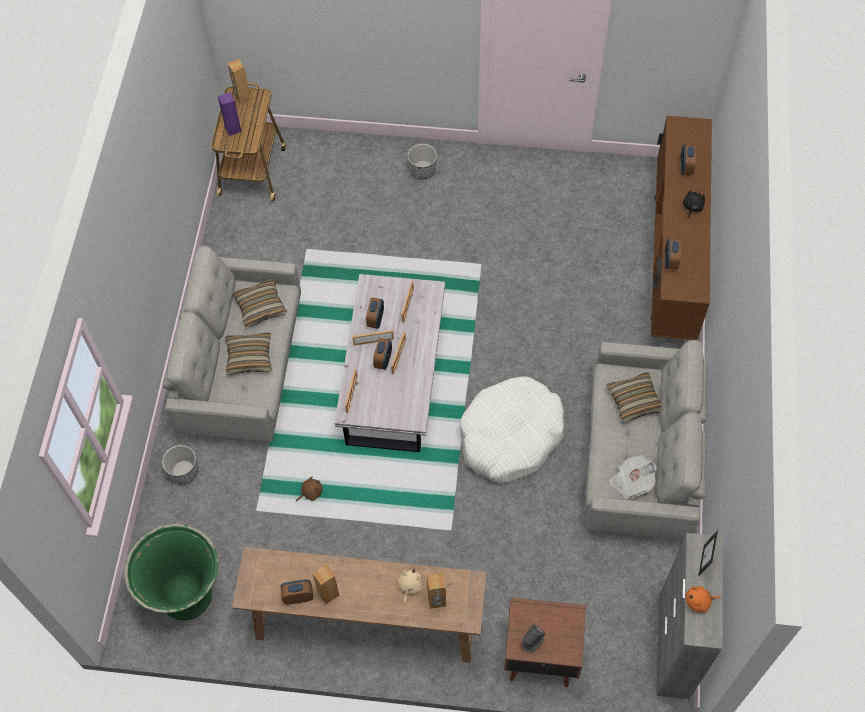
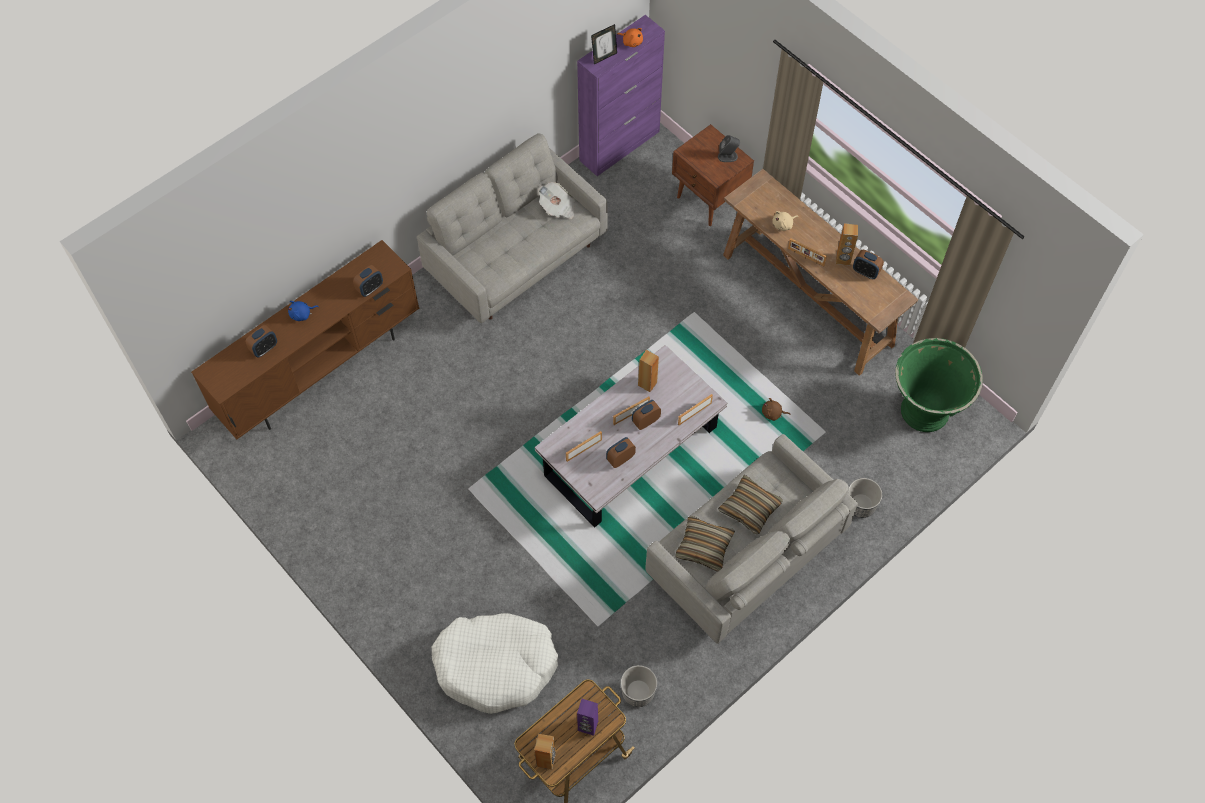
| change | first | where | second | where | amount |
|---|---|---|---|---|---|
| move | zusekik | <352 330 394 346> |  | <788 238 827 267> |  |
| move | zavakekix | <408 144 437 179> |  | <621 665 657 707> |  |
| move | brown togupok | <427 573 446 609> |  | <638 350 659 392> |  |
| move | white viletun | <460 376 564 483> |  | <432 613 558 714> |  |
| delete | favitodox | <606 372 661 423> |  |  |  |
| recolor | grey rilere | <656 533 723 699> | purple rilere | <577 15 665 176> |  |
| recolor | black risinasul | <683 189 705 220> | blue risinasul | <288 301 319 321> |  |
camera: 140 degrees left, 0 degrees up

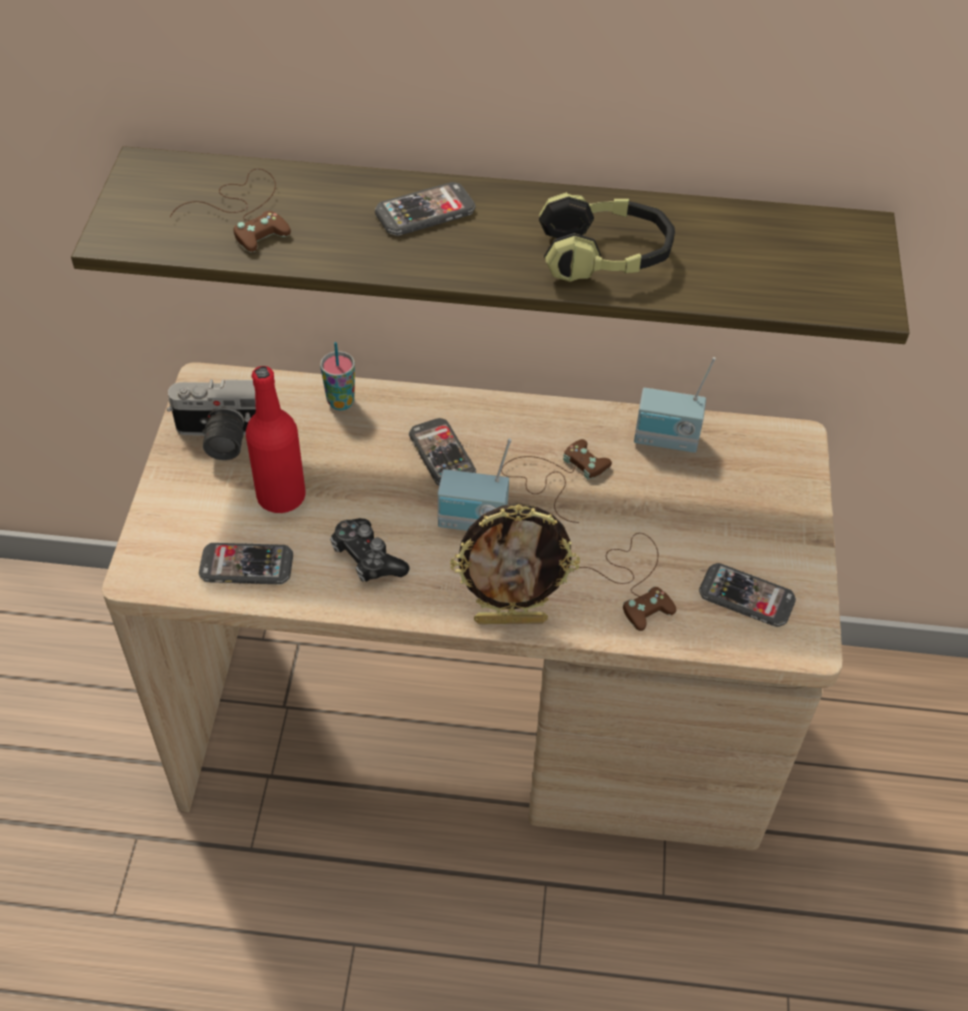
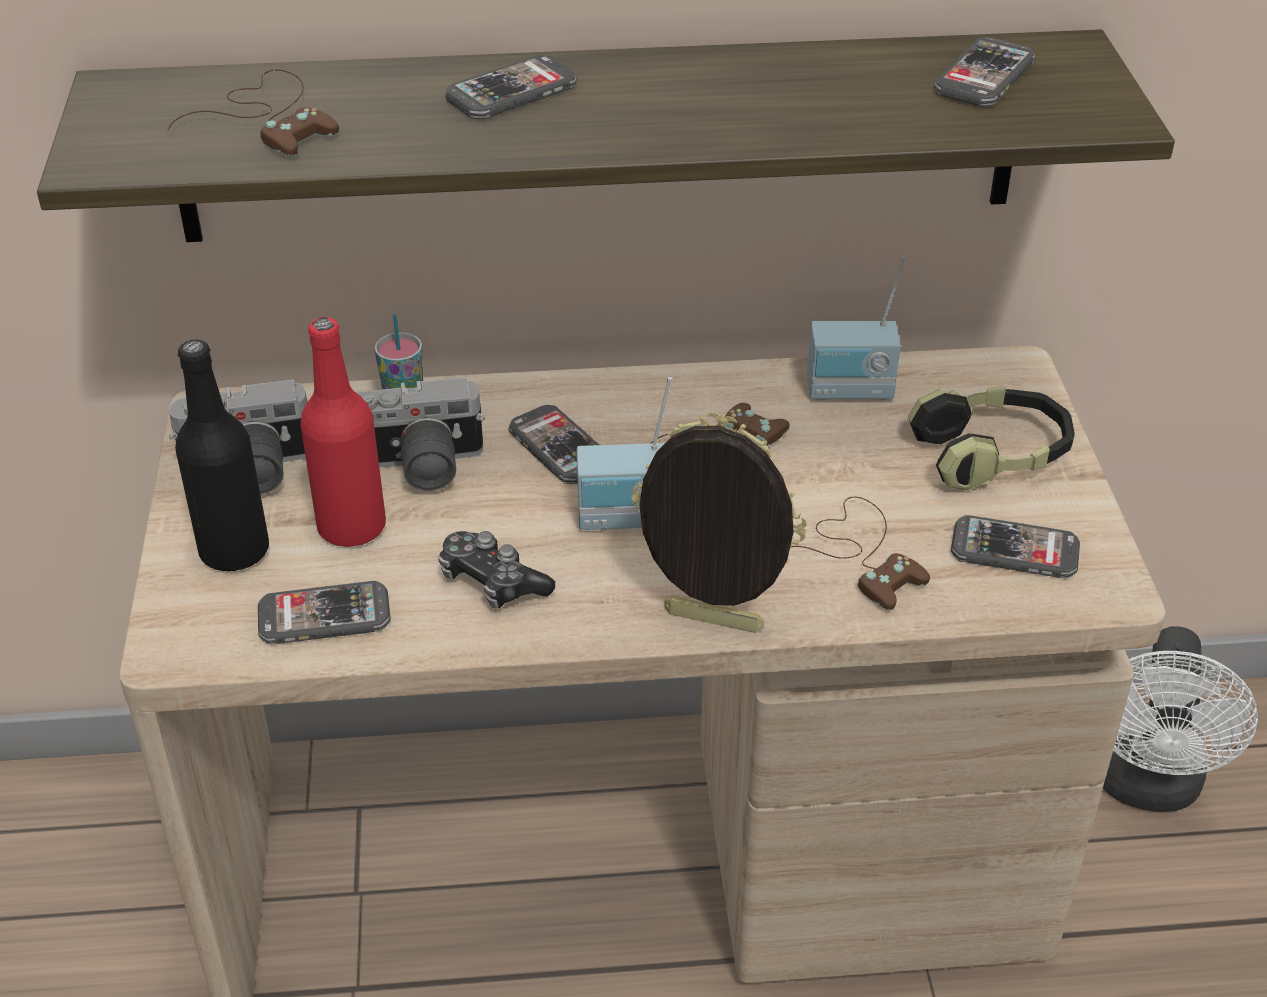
| change | first | where | second | where | amount |
|---|---|---|---|---|---|
| rotate | zusekik | <450 503 580 624> |  | <631 412 806 633> | 150 degrees counterclockwise |
| move | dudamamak | <539 192 675 282> |  | <908 386 1075 490> |  |
| insert |  |  | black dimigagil | <175 339 269 572> |  |
| insert |  |  | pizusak | <356 377 485 491> |  |
| insert |  |  | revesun | <934 37 1035 106> |  |
| insert |  |  | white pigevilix | <1103 626 1258 812> |  |
camera: 10 degrees left, 10 degrees down

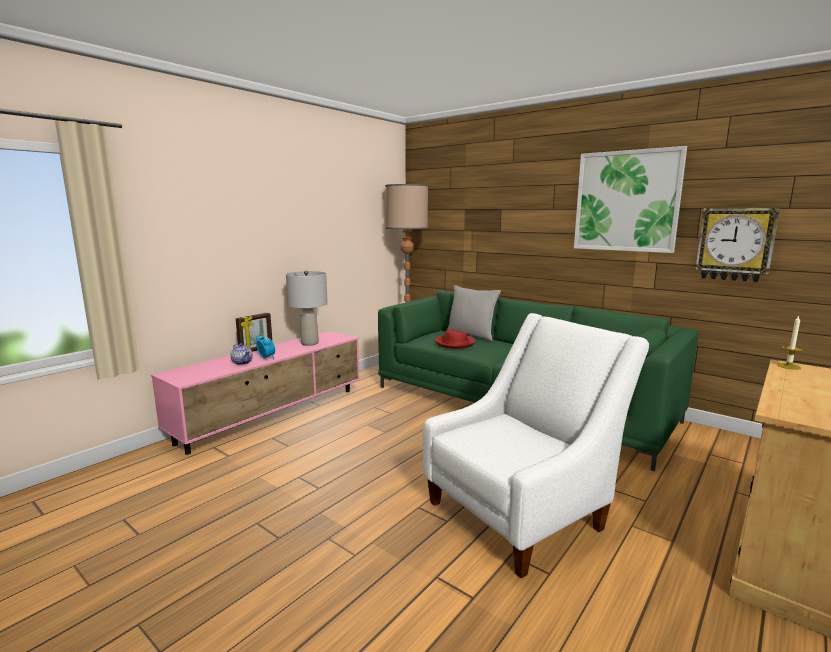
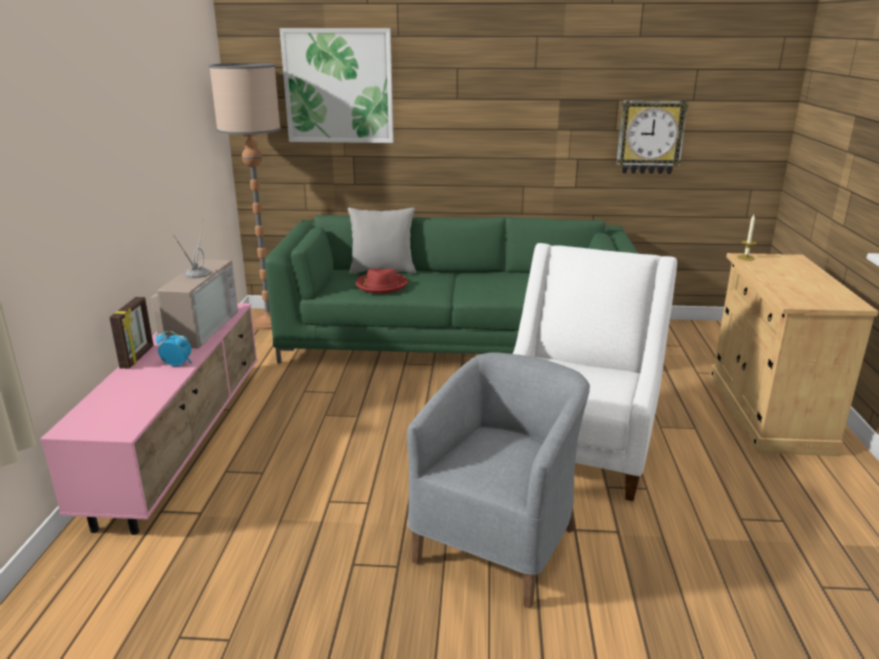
| change | first | where | second | where | amount |
|---|---|---|---|---|---|
| delete | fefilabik | <231 343 253 365> |  |  |  |
| replace | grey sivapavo | <286 270 328 346> | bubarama | <151 218 238 349> |  |
| move | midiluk | <574 146 687 253> |  | <280 28 394 143> |  |
| insert |  |  | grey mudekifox | <407 352 590 608> |  |
camera: 35 degrees left, 10 degrees up

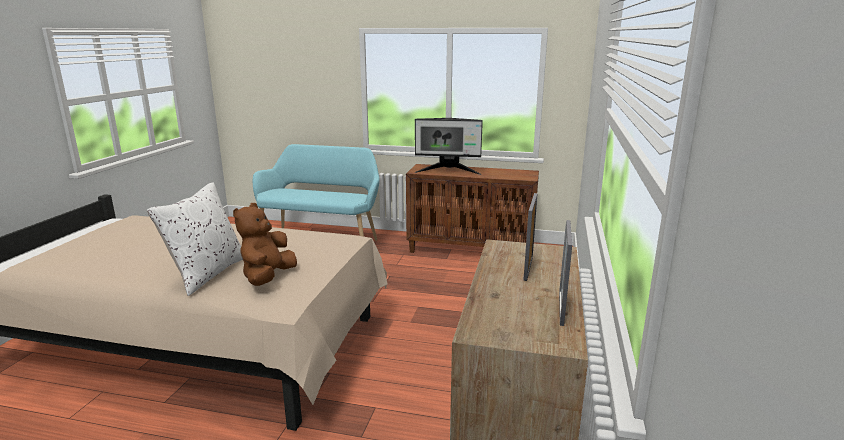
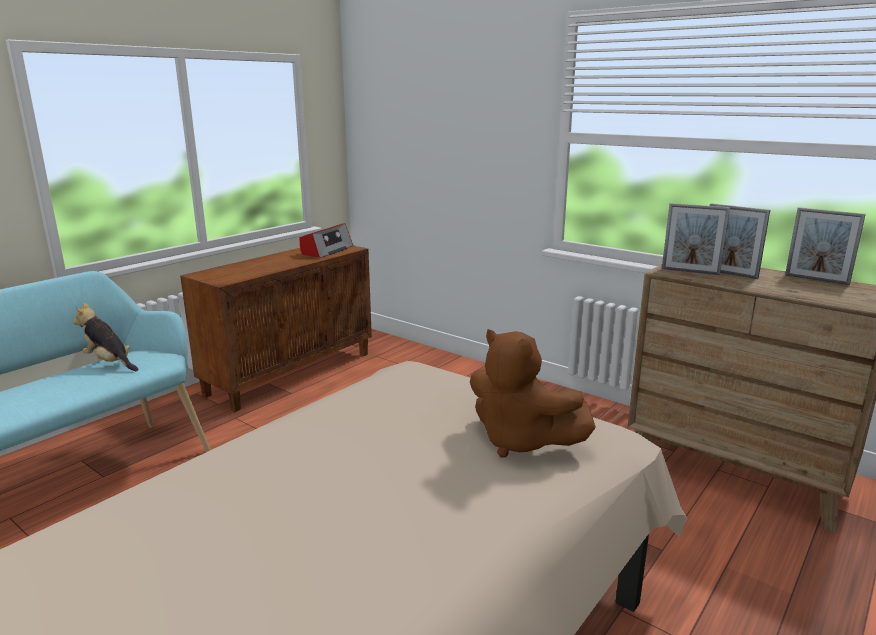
| change | first | where | second | where | amount |
|---|---|---|---|---|---|
| delete | white favitodox | <147 183 243 296> |  |  |  |
| delete | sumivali | <414 118 483 175> |  |  |  |
| insert |  |  | risinasul | <73 302 138 371> |  |
| insert |  |  | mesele | <300 223 353 258> |  |
| insert |  |  | zusekik | <662 203 730 275> |  |
camera: 65 degrees left, 0 degrees up

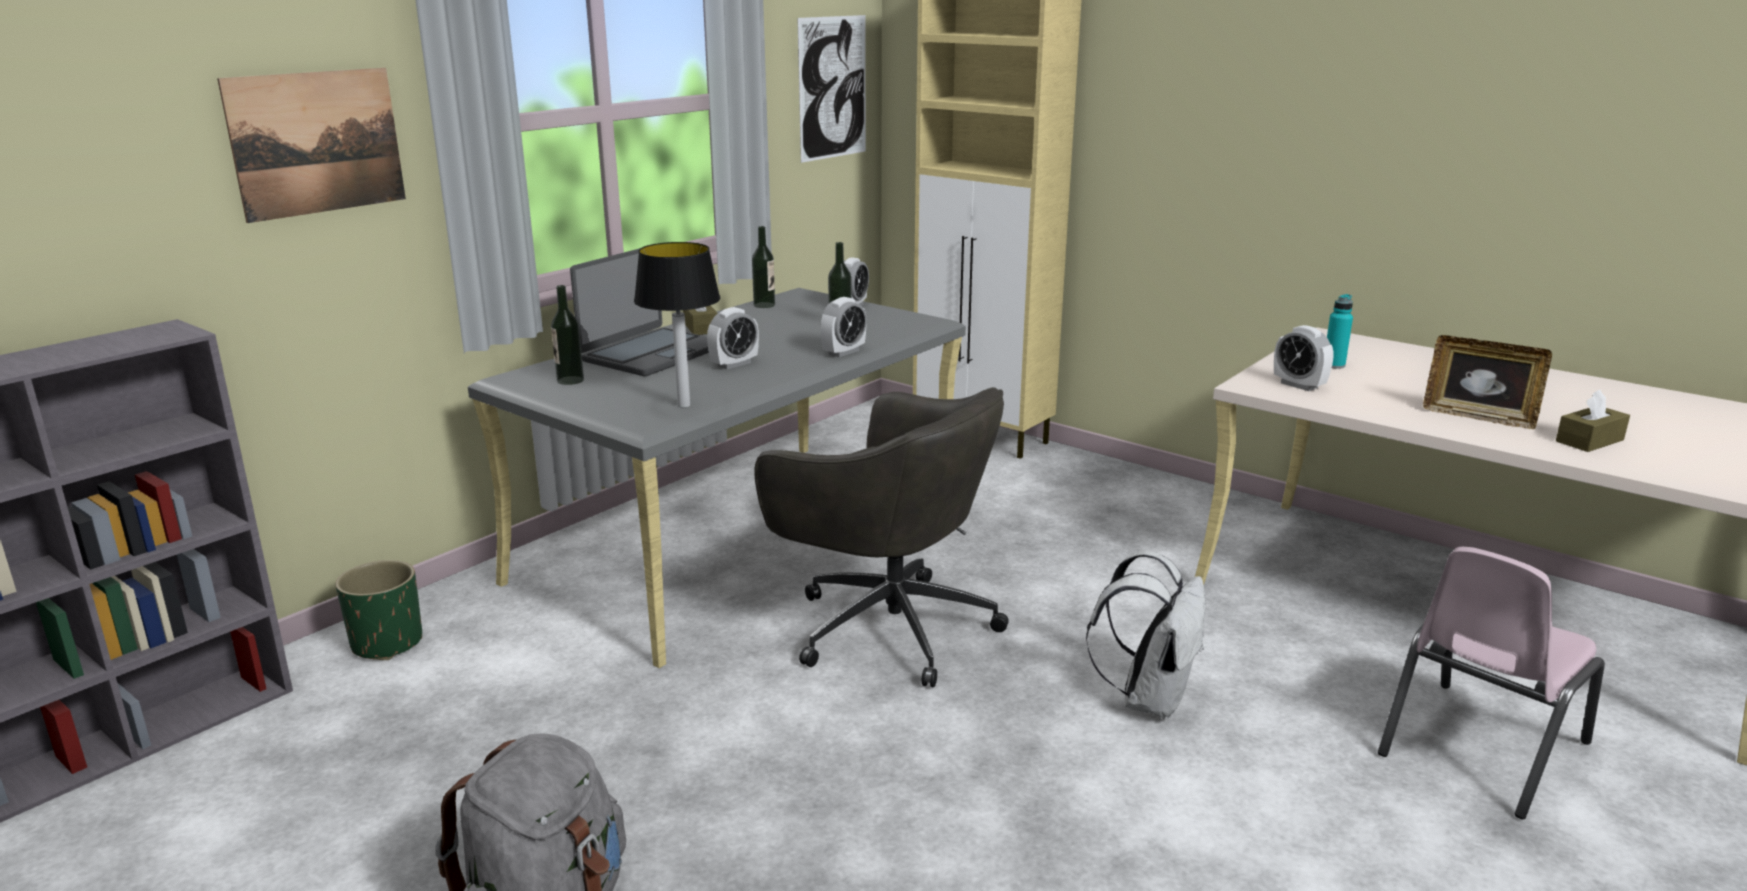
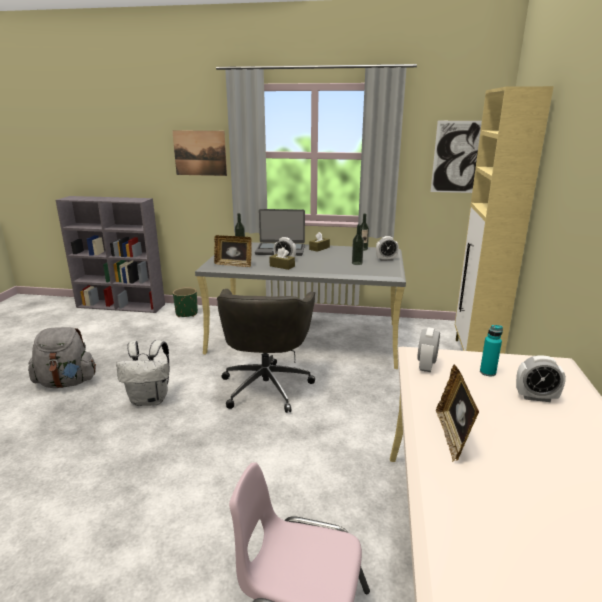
| change | first | where | second | where | amount |
|---|---|---|---|---|---|
| replace | sivapavo | <634 242 720 408> | zusekik | <214 235 252 267> |  |
| move | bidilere | <821 297 867 357> |  | <516 355 566 402> |  |
| move | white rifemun | <1086 551 1206 719> |  | <116 340 169 406> |  |
| move | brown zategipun | <1556 390 1630 452> |  | <269 247 295 270> |  |
camera: 60 degrees right, 0 degrees up

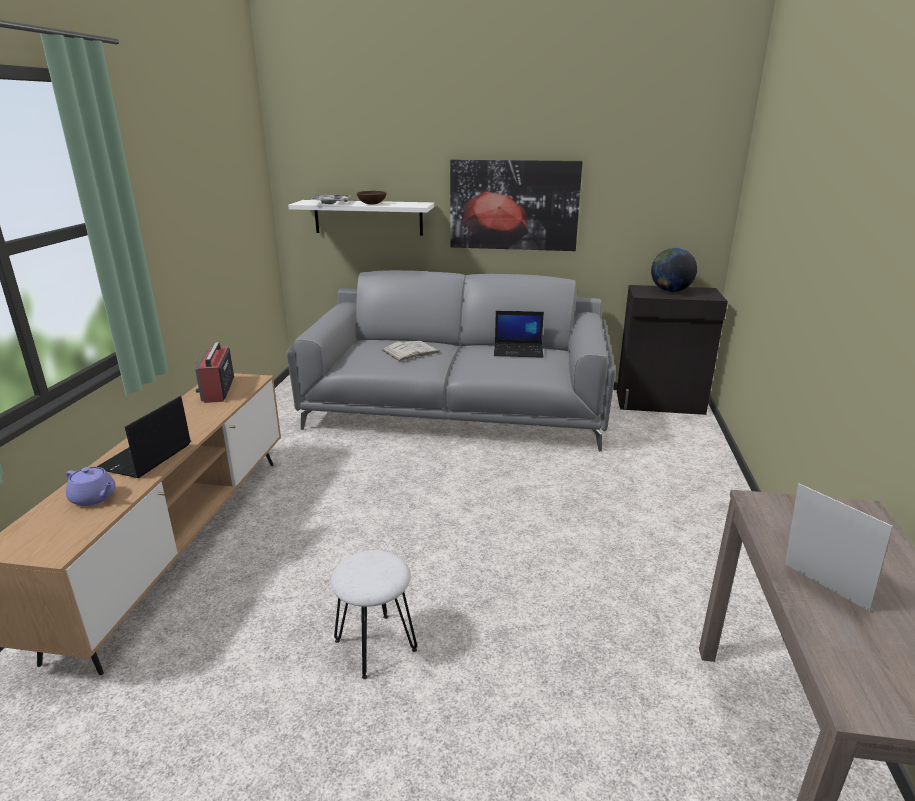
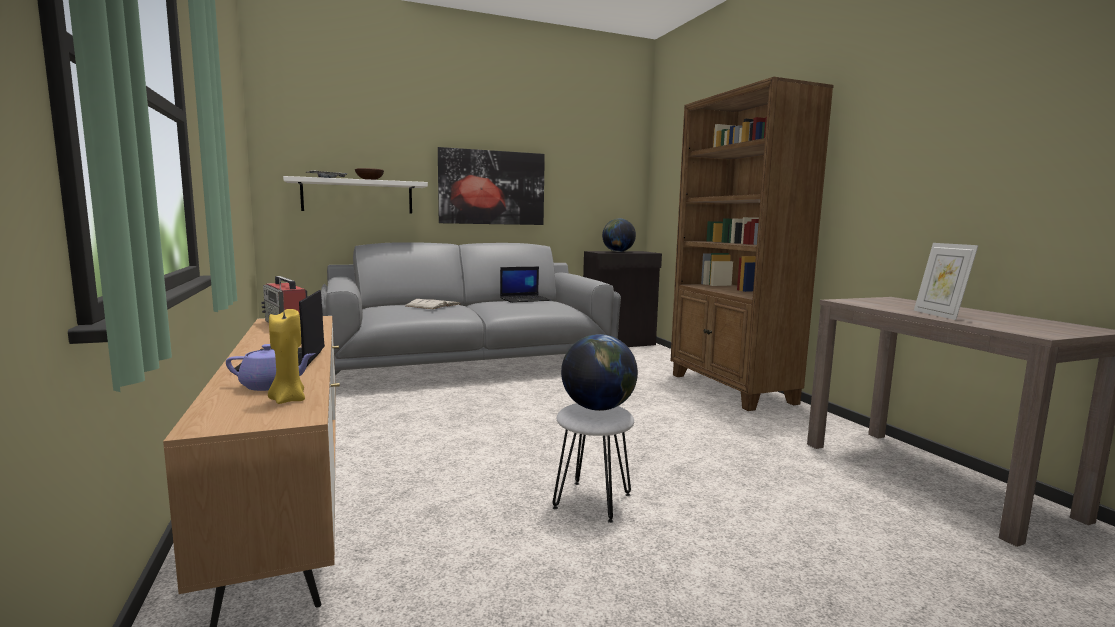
| change | first | where | second | where | amount |
|---|---|---|---|---|---|
| rotate | zusekik | <785 483 893 612> |  | <914 243 978 320> | 120 degrees counterclockwise |
| insert |  |  | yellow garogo | <268 309 305 404> |  |
| insert |  |  | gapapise | <561 334 638 411> |  |
| insert |  |  | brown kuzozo | <670 77 834 411> |  |
camera: 30 degrees left, 15 degrees down

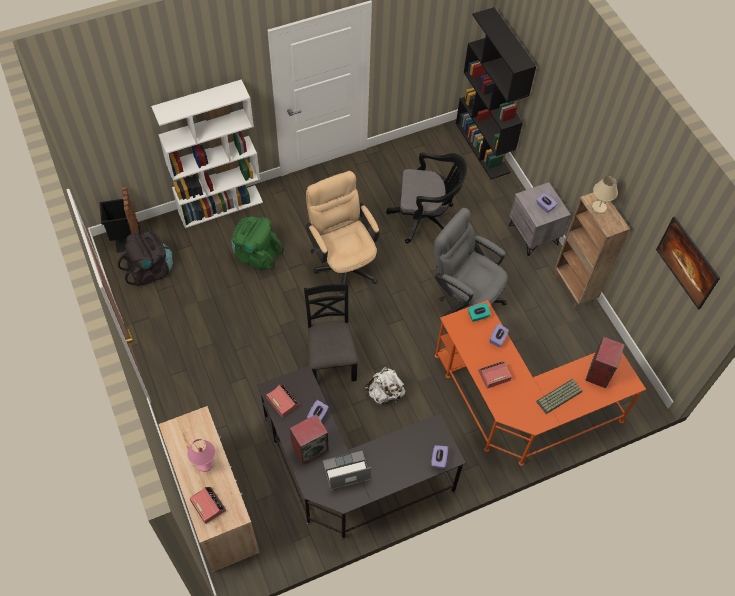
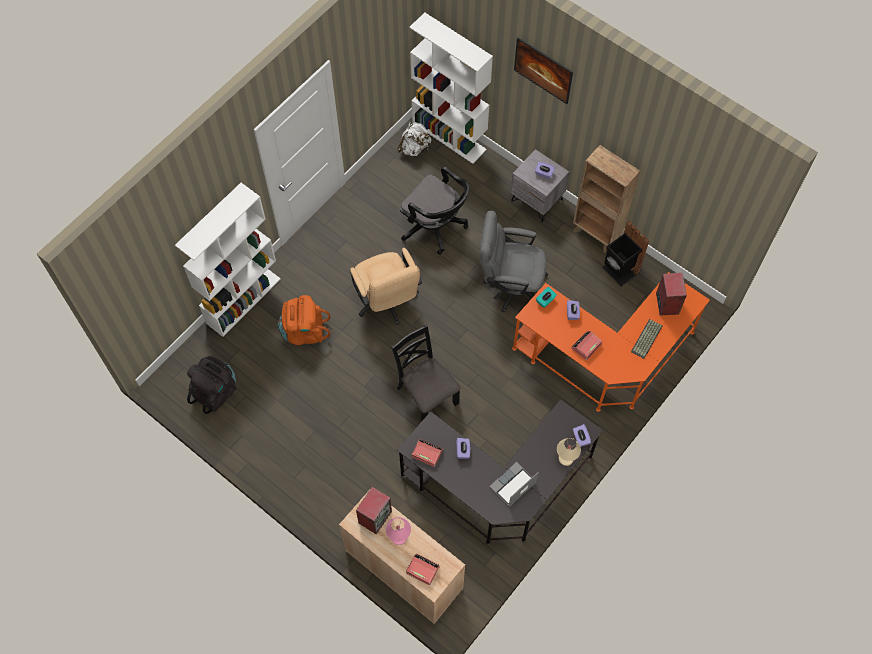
| change | first | where | second | where | amount |
|---|---|---|---|---|---|
| move | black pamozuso | <100 186 140 253> |  | <602 221 649 286> |  |
| recolor | green rifemun | <231 216 284 270> | orange rifemun | <277 295 331 345> |  |
| move | togupok | <290 414 329 465> |  | <356 487 392 535> |  |
| rotate | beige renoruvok | <306 171 379 296> |  | <350 248 422 325> | 150 degrees counterclockwise |
| move | white rifemun | <364 367 405 404> |  | <398 122 431 157> |  |
| rotate | black renoruvok | <386 153 467 244> |  | <400 166 469 254> | 60 degrees clockwise |
| recolor | black kuzozo | <456 7 536 179> | white kuzozo | <409 13 493 164> |  |
| move | beige sivapavo | <592 176 618 214> |  | <557 438 581 466> |  |
| move | midiluk | <656 216 720 310> |  | <514 37 573 104> |  |
camera: 25 degrees left, 5 degrees up

